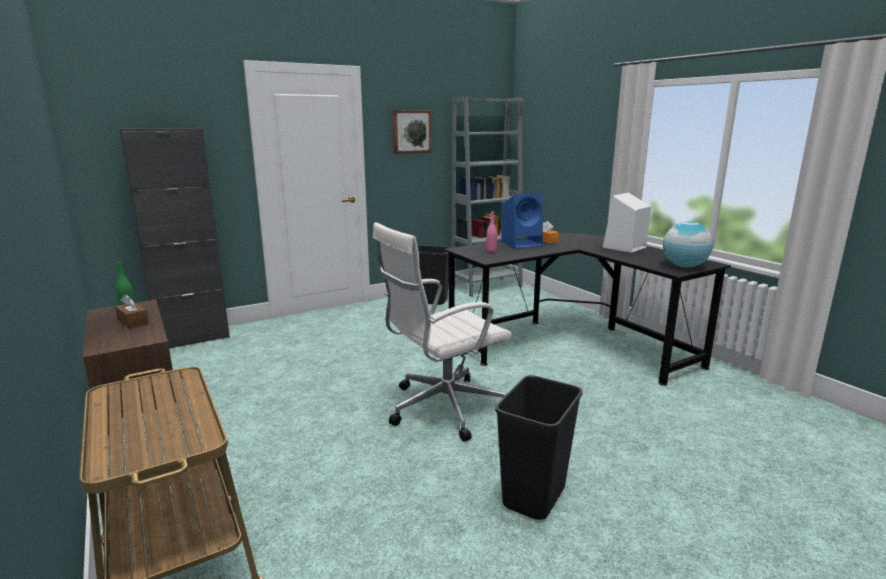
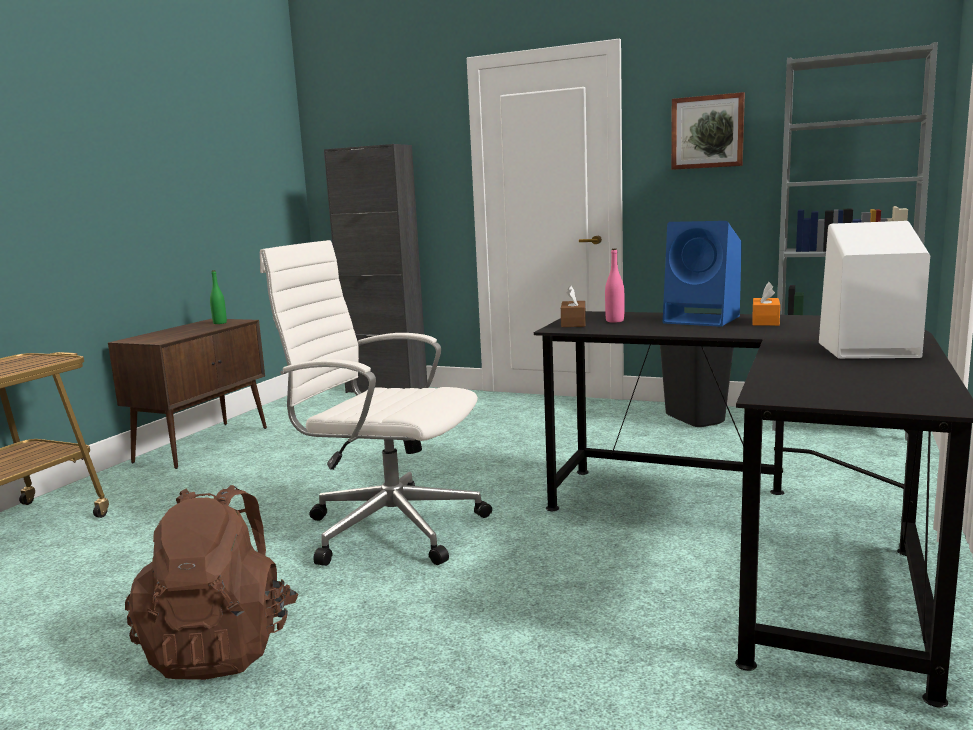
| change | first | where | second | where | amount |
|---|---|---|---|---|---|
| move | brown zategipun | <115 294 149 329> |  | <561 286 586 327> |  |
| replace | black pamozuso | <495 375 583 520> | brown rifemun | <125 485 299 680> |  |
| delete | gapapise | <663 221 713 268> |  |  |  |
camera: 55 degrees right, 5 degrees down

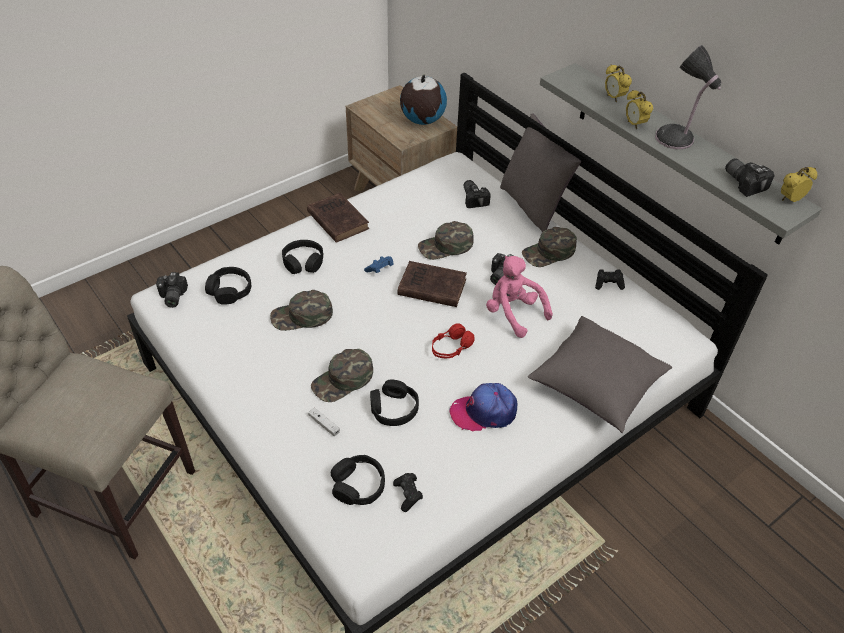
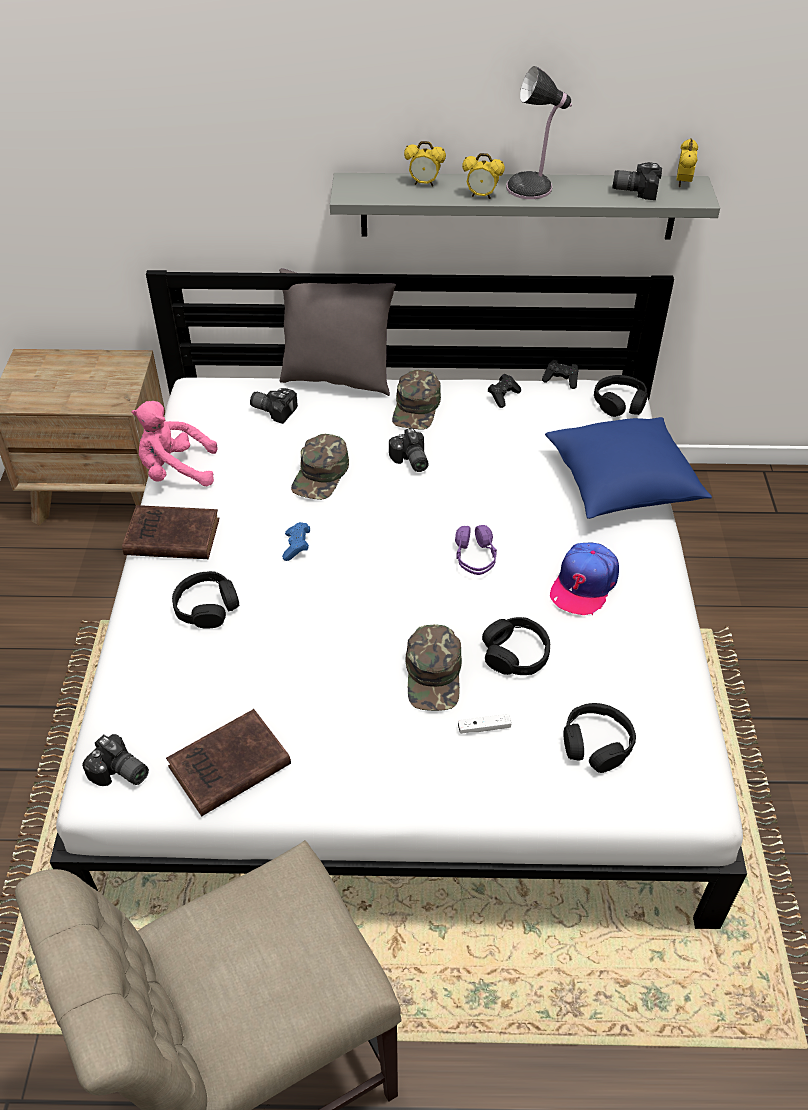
| change | first | where | second | where | amount |
|---|---|---|---|---|---|
| move | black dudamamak | <205 267 251 305> |  | <594 375 648 417> |  |
| delete | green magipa | <270 290 333 331> |  |  |  |
| move | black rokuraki | <393 473 423 512> |  | <542 360 578 389> |  |
| move | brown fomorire | <398 261 467 307> |  | <166 709 291 816> |  |
| delete | gapapise | <400 75 447 125> |  |  |  |
| recolor | red dudamamak | <432 323 475 358> | purple dudamamak | <455 525 497 575> |  |
| move | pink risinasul | <486 256 553 338> |  | <132 401 218 486> |  |
| recolor | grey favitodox | <528 316 672 433> | blue favitodox | <545 417 712 519> |  |
camera: 50 degrees left, 0 degrees up

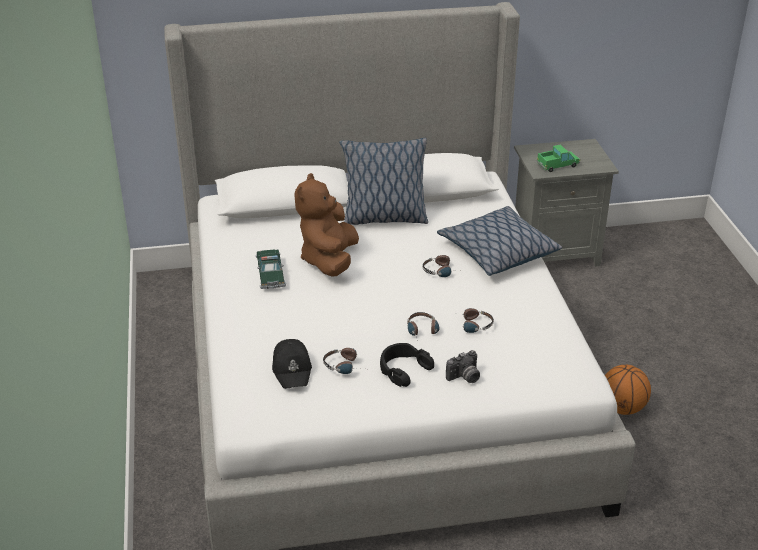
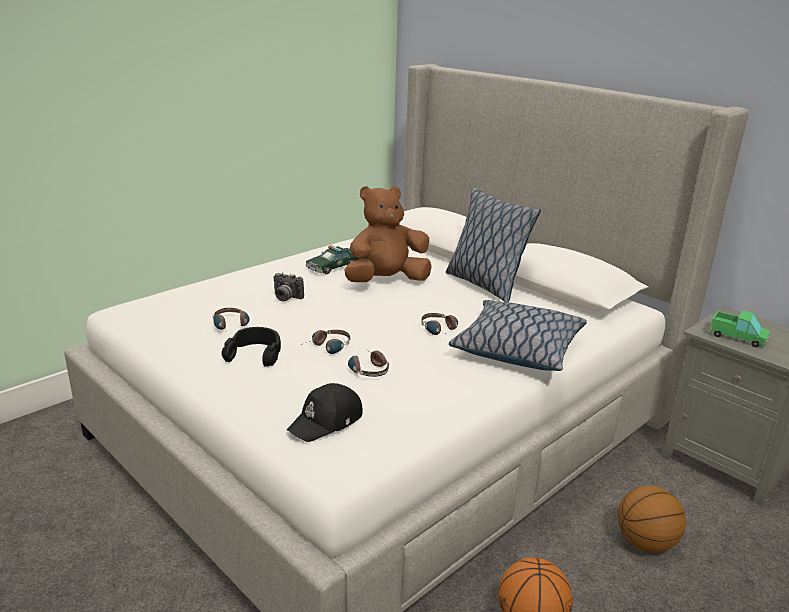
| change | first | where | second | where | amount |
|---|---|---|---|---|---|
| move | black magipa | <272 339 312 389> |  | <287 383 363 442> |  |
| move | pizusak | <446 350 480 383> |  | <274 272 304 301> |  |
| insert |  |  | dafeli | <618 485 686 552> |  |
camera: 55 degrees right, 10 degrees down

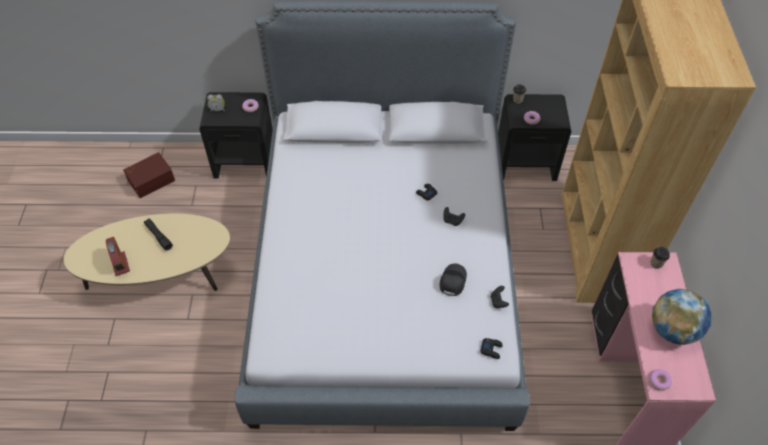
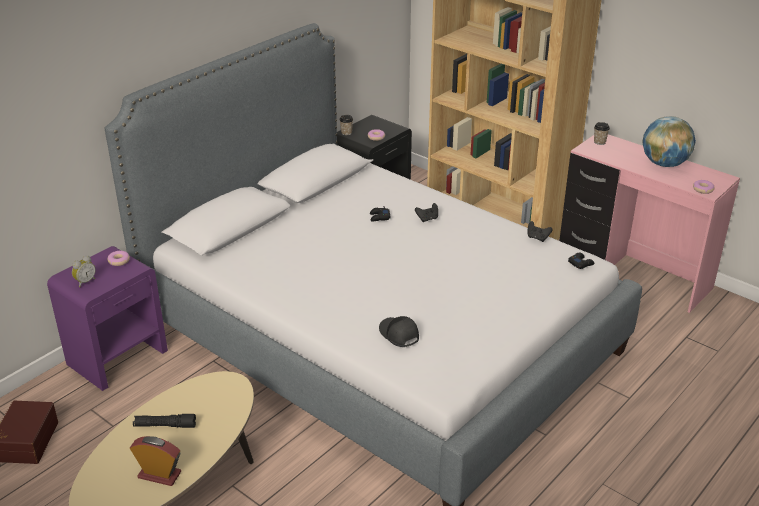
| change | first | where | second | where | amount |
|---|---|---|---|---|---|
| recolor | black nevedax | <199 92 273 179> | purple nevedax | <47 246 168 391> |  |
| move | black magipa | <440 263 467 296> |  | <379 316 419 347> |  |
camera: 50 degrees left, 20 degrees down

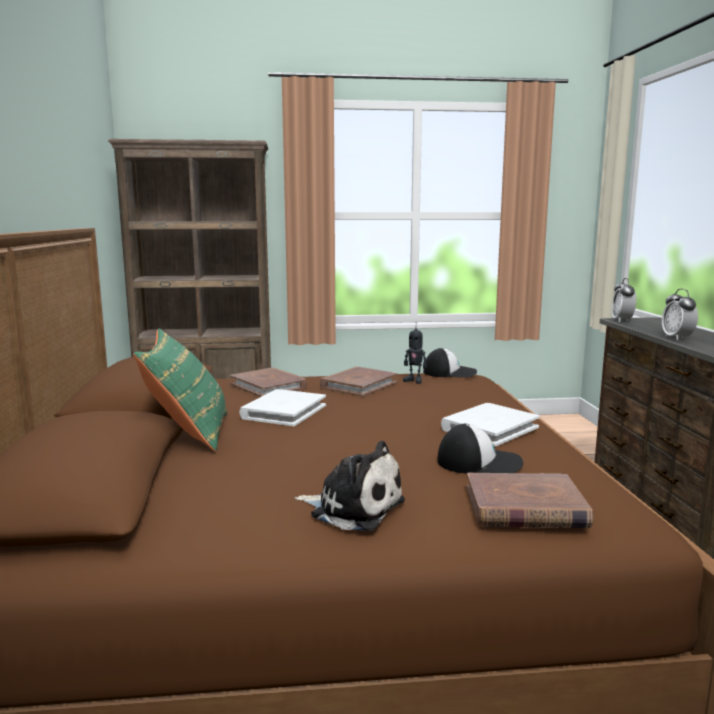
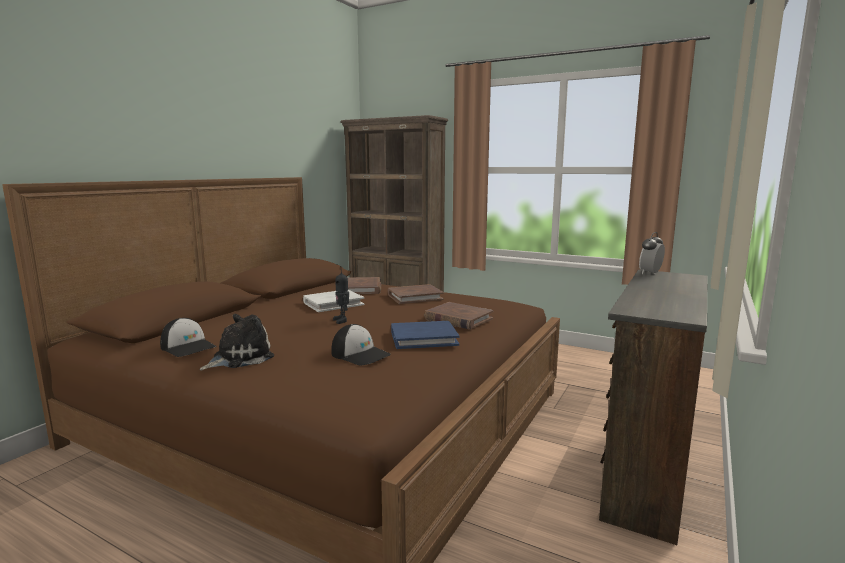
| change | first | where | second | where | amount |
|---|---|---|---|---|---|
| delete | green favitodox | <133 329 227 451> |  |  |  |
| rotate | risinasul | <294 441 405 531> |  | <200 314 274 370> | 105 degrees counterclockwise |
| move | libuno | <403 322 427 384> |  | <333 267 349 324> |  |
| move | magipa | <423 348 477 378> |  | <160 318 216 357> |  |
| recolor | white fomorire | <441 403 540 447> | blue fomorire | <391 321 459 349> |  |
| move | brown fomorire | <467 473 593 528> |  | <424 302 494 330> |  |
| delete | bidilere | <662 288 698 340> |  |  |  |
camera: 35 degrees right, 0 degrees up

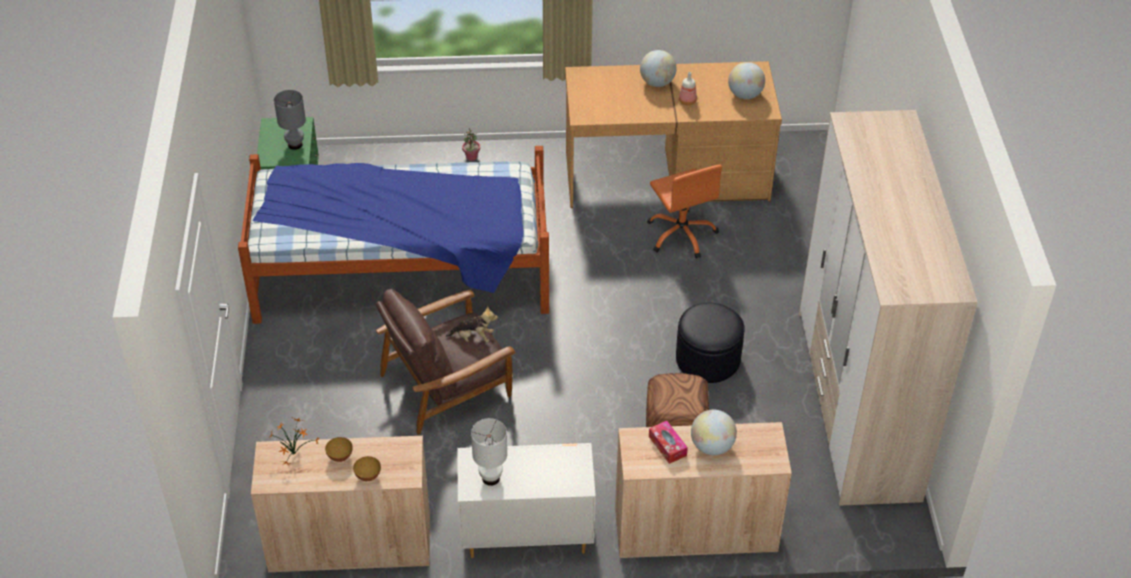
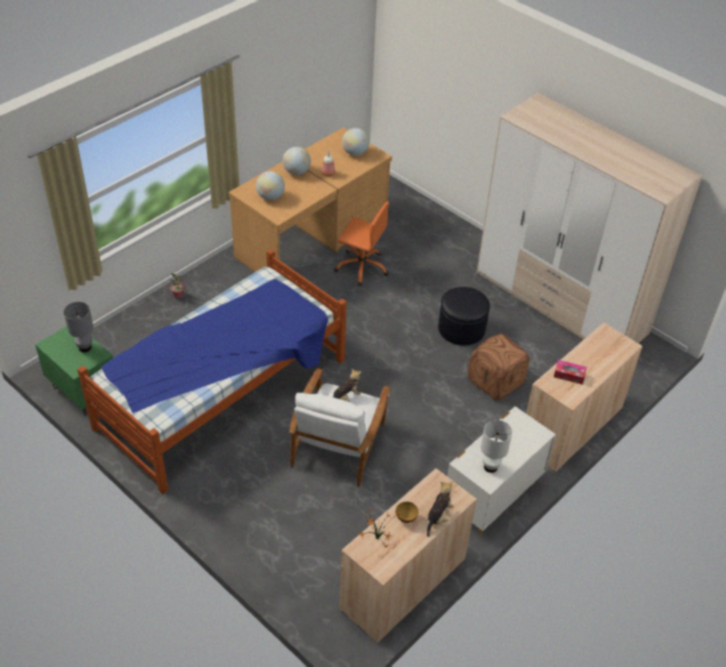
| change | first | where | second | where | amount |
|---|---|---|---|---|---|
| replace | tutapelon | <353 456 381 481> | risinasul | <426 481 454 537> |  |
| recolor | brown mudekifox | <376 289 516 435> | white mudekifox | <289 368 391 487> |  |
| move | gapapise | <691 410 737 455> |  | <256 171 285 201> |  |
camera: 45 degrees left, 0 degrees up

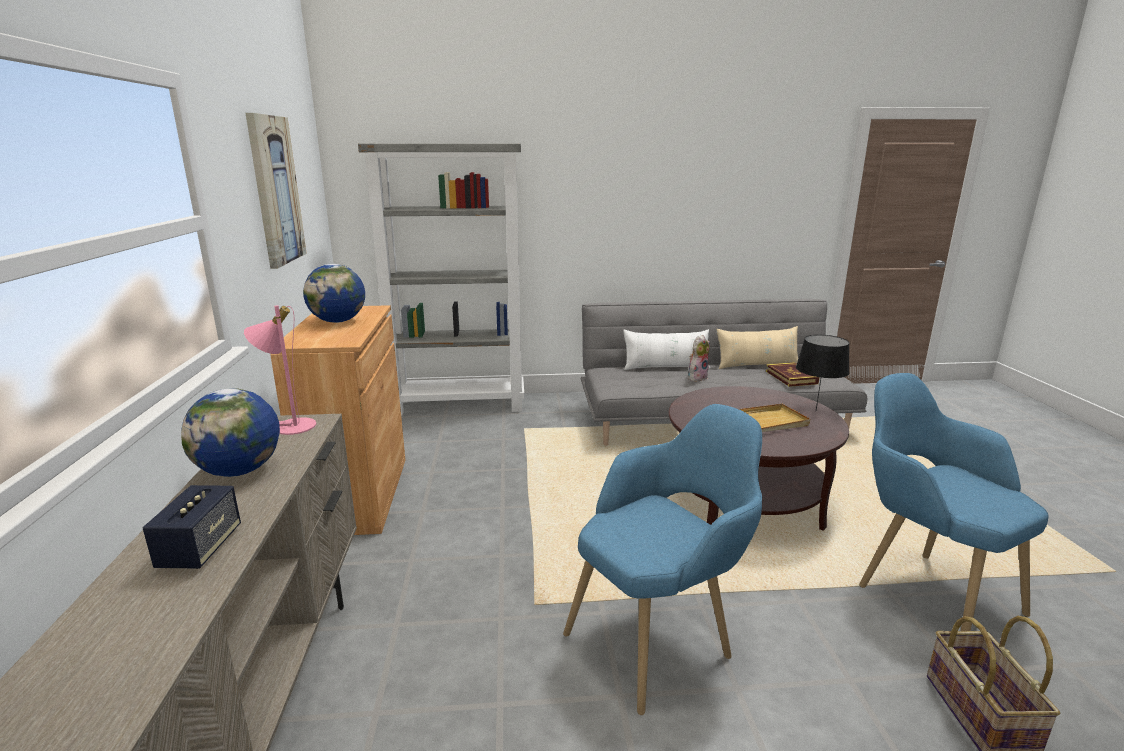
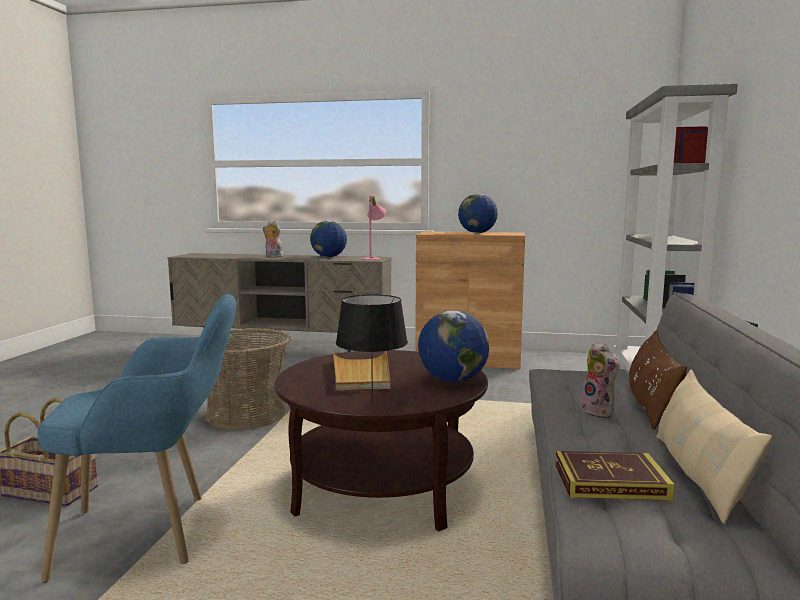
| change | first | where | second | where | amount |
|---|---|---|---|---|---|
| replace | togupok | <143 485 241 569> | risinasul | <263 220 283 257> |  |
| delete | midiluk | <246 113 307 269> |  |  |  |
| replace | blue mudekifox | <563 404 762 715> | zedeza | <206 328 291 430> |  |
| recolor | white favitodox | <623 329 710 370> | brown favitodox | <629 330 687 430> |  |
| insert |  |  | gapapise | <418 310 489 382> |  |
camera: 105 degrees right, 10 degrees down

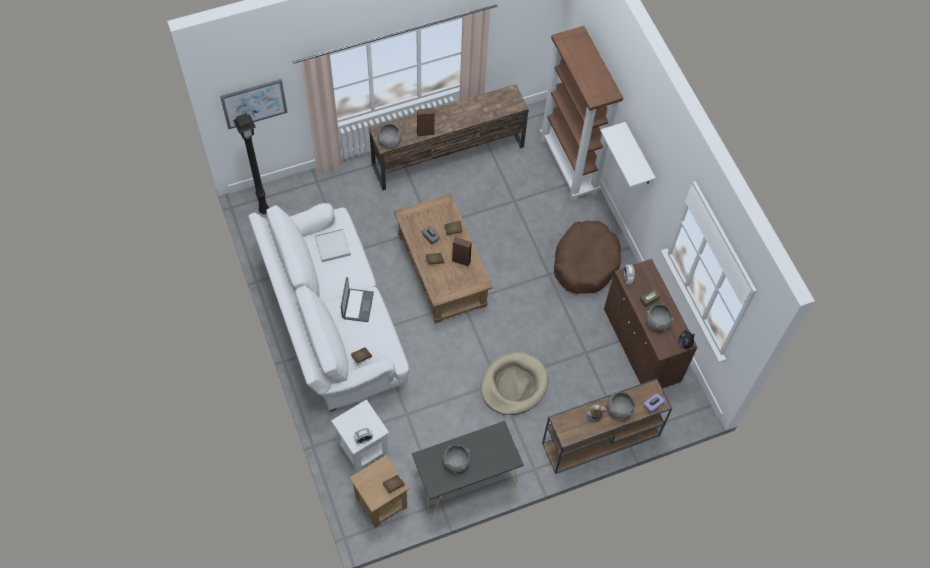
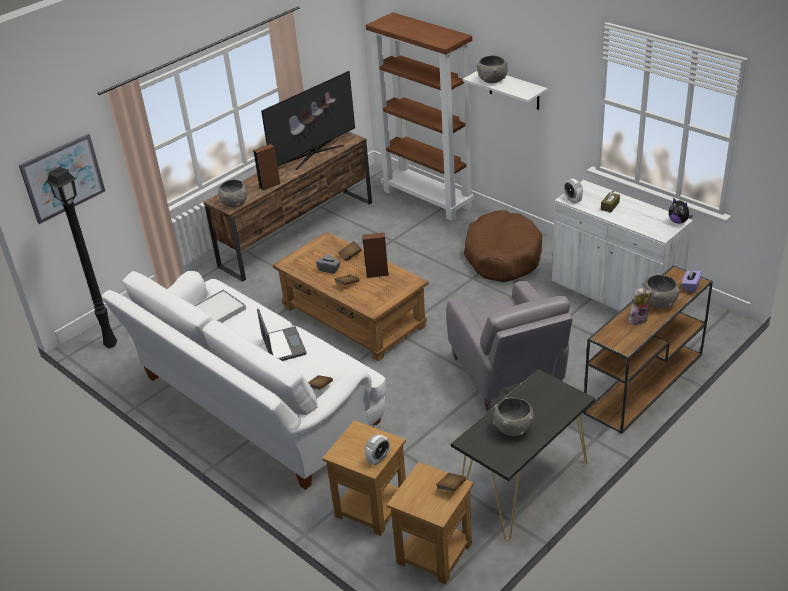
| change | first | where | second | where | amount |
|---|---|---|---|---|---|
| recolor | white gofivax | <331 399 389 472> | brown gofivax | <322 420 406 536> |  |
| replace | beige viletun | <481 352 548 415> | grey mudekifox | <446 281 573 412> |  |
| recolor | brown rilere | <604 259 698 389> | white rilere | <552 180 693 311> |  |
| move | grey tutapelon | <646 303 674 331> |  | <476 55 508 83> |  |
| insert |  |  | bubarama | <261 71 355 170> |  |
camera: 20 degrees left, 25 degrees down

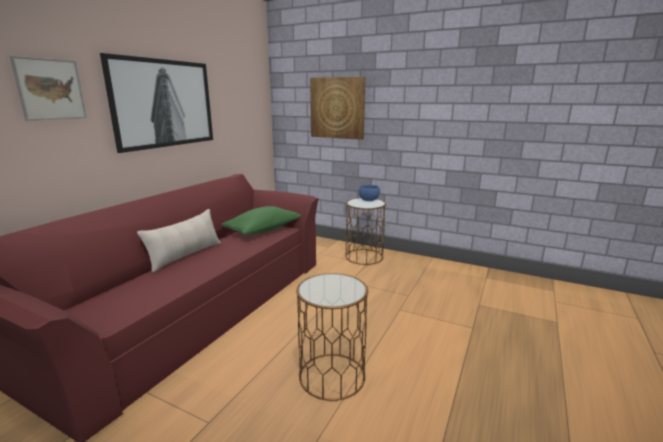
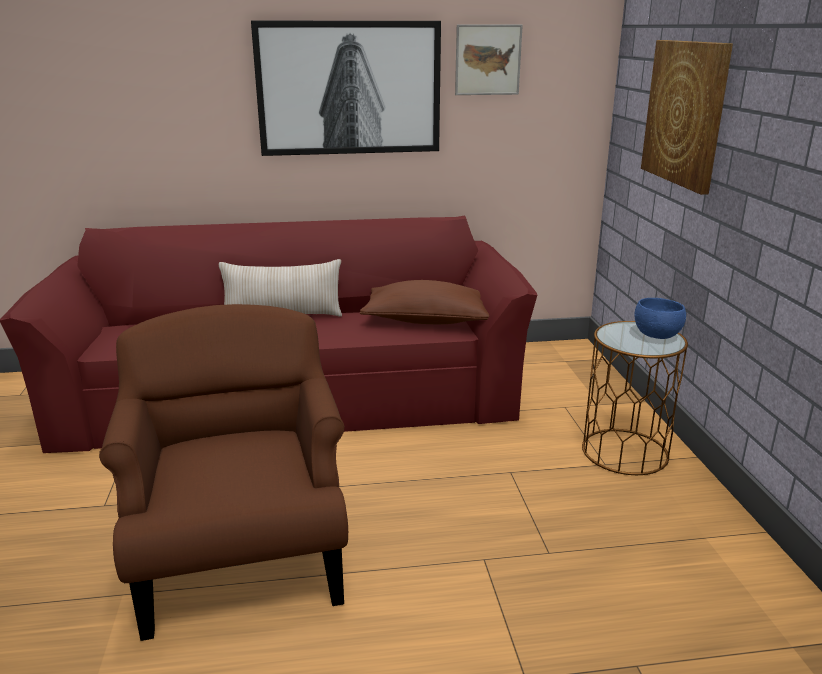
| change | first | where | second | where | amount |
|---|---|---|---|---|---|
| move | midiluk | <10 56 87 121> |  | <455 25 523 95> |  |
| recolor | green favitodox | <221 206 301 235> | brown favitodox | <360 280 489 324> |  |
| replace | brown gofivax | <296 273 368 401> | brown mudekifox | <99 304 348 641> |  |
camera: 55 degrees right, 5 degrees up

